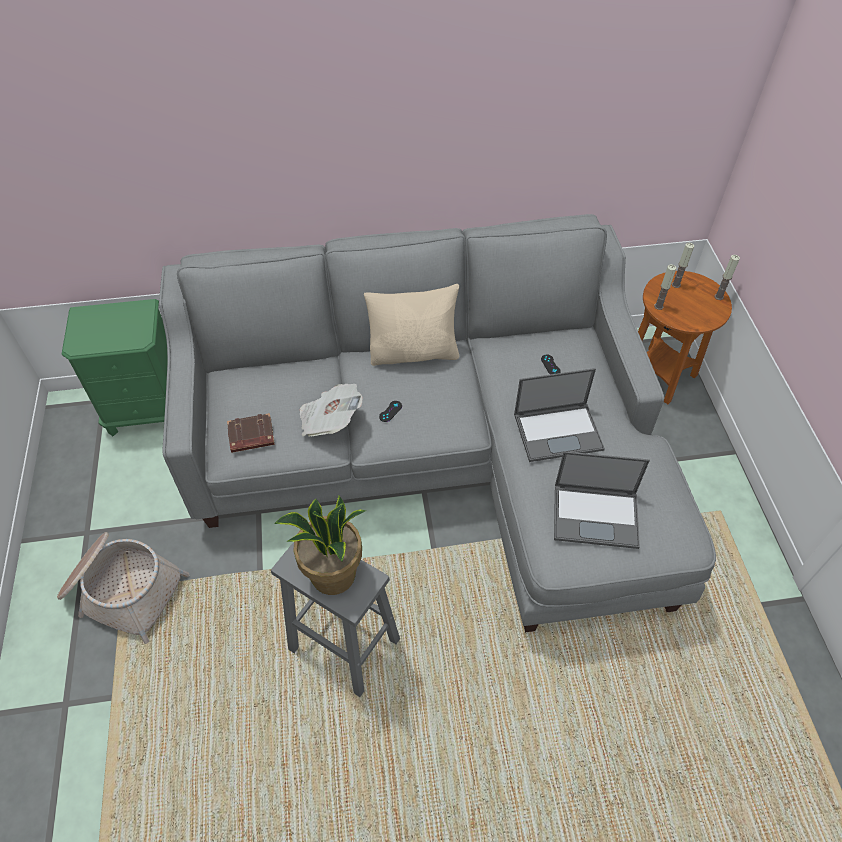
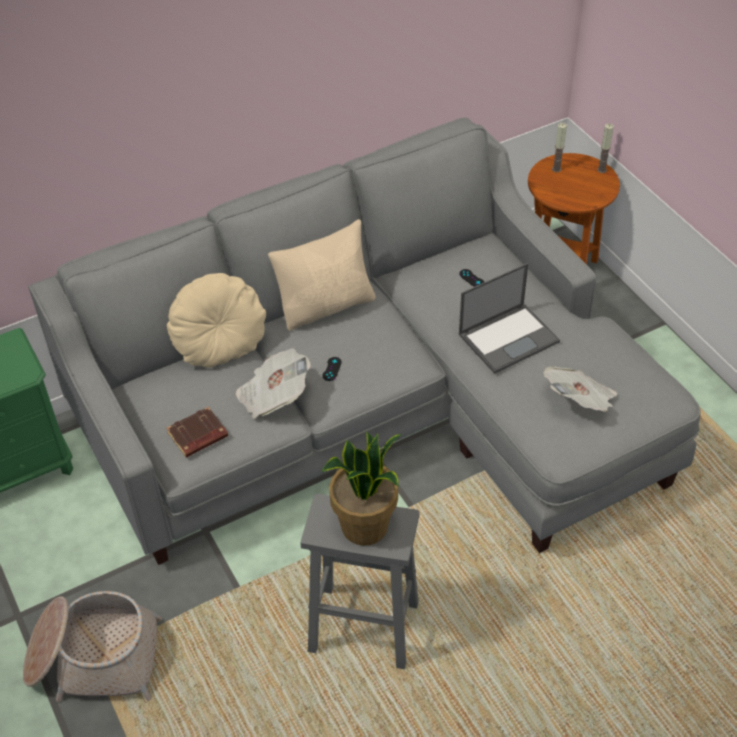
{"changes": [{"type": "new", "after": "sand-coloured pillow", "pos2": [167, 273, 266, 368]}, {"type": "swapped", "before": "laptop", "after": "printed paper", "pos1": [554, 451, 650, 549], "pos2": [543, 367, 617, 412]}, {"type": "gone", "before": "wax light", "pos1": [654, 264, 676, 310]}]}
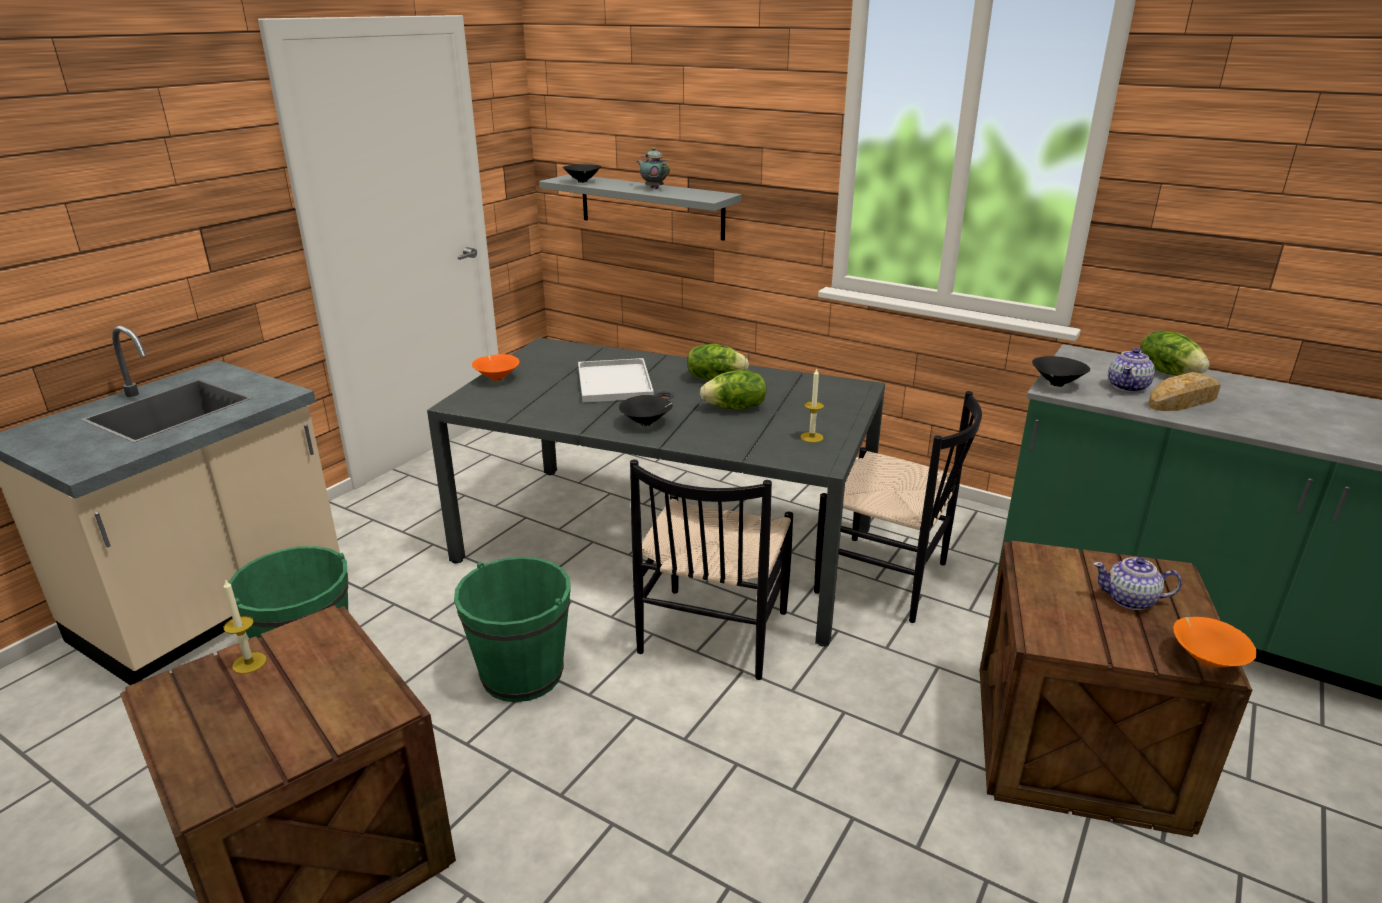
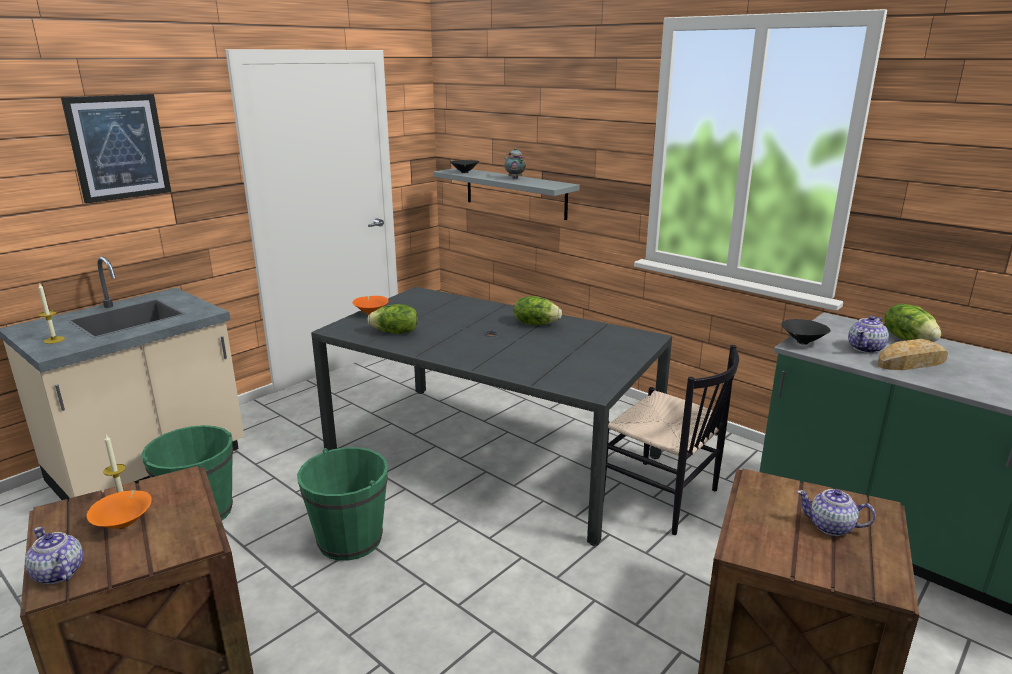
{"changes": [{"type": "new", "after": "teapot", "pos2": [25, 527, 84, 584]}, {"type": "shifted", "before": "wax light", "pos1": [800, 369, 824, 443], "pos2": [38, 283, 65, 344]}, {"type": "new", "after": "wall picture", "pos2": [61, 94, 171, 203]}, {"type": "shifted", "before": "orangey deep dish", "pos1": [1173, 617, 1257, 667], "pos2": [87, 490, 152, 529]}, {"type": "shifted", "before": "head of lettuce", "pos1": [700, 370, 766, 410], "pos2": [367, 304, 418, 334]}, {"type": "gone", "before": "whitish carrying tray", "pos1": [578, 358, 654, 403]}, {"type": "gone", "before": "blackish deep dish", "pos1": [619, 395, 673, 426]}, {"type": "gone", "before": "blackish plain chair", "pos1": [630, 459, 793, 680]}]}
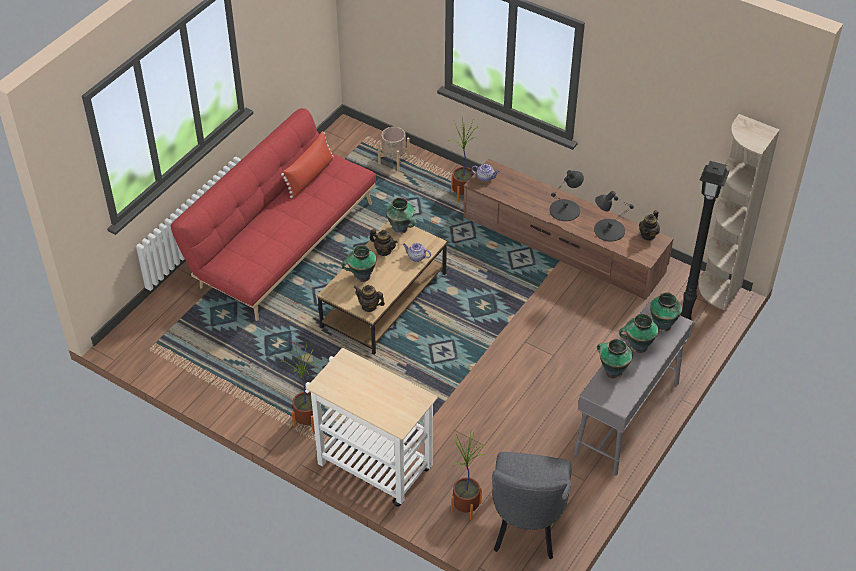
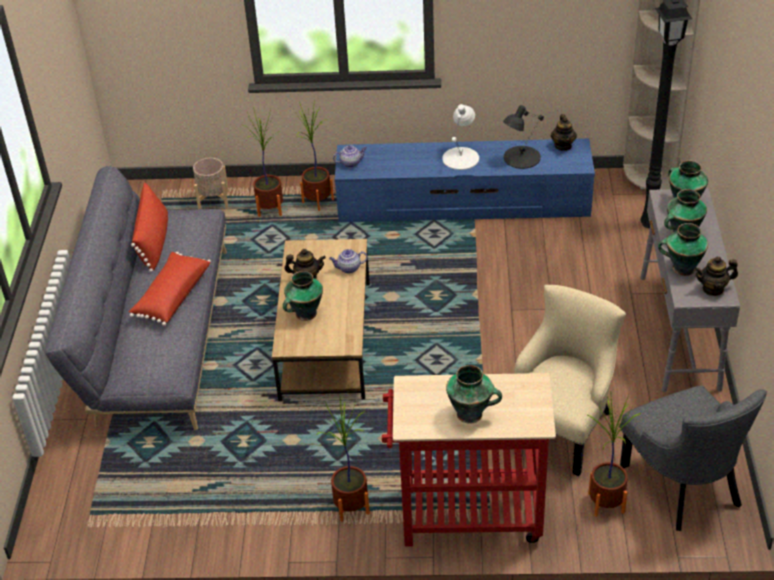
{"changes": [{"type": "repainted", "before": "red-coloured settee", "after": "greyish settee", "pos1": [171, 108, 376, 321], "pos2": [45, 166, 227, 430]}, {"type": "new", "after": "red-coloured pillow", "pos2": [128, 252, 211, 326]}, {"type": "new", "after": "plant in a pot", "pos2": [240, 107, 283, 217]}, {"type": "repainted", "before": "brown media console", "after": "blue media console", "pos1": [463, 159, 674, 300], "pos2": [335, 139, 595, 222]}, {"type": "repainted", "before": "whitish trolley", "after": "red-coloured trolley", "pos1": [305, 348, 438, 507], "pos2": [382, 373, 556, 546]}, {"type": "repainted", "before": "blackish table lamp", "after": "whitish table lamp", "pos1": [549, 170, 584, 221], "pos2": [442, 104, 479, 170]}, {"type": "shifted", "before": "decorative vase", "pos1": [386, 198, 415, 234], "pos2": [446, 365, 502, 424]}, {"type": "new", "after": "sand-coloured armchair", "pos2": [514, 285, 626, 476]}, {"type": "shifted", "before": "teapot", "pos1": [354, 285, 385, 312], "pos2": [694, 257, 738, 296]}]}
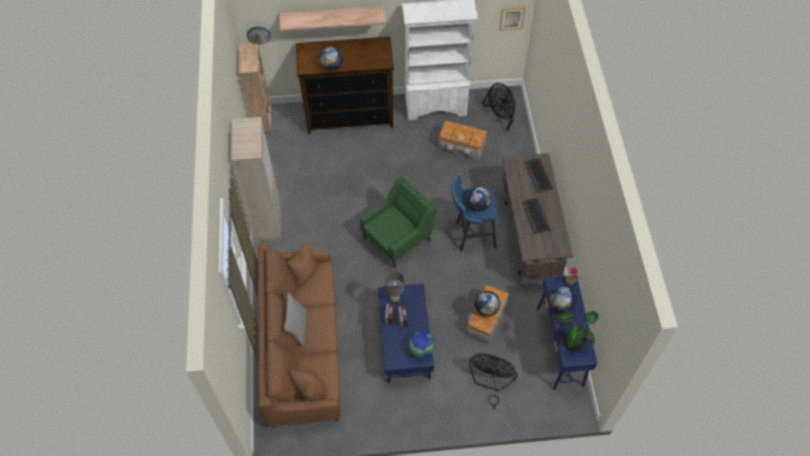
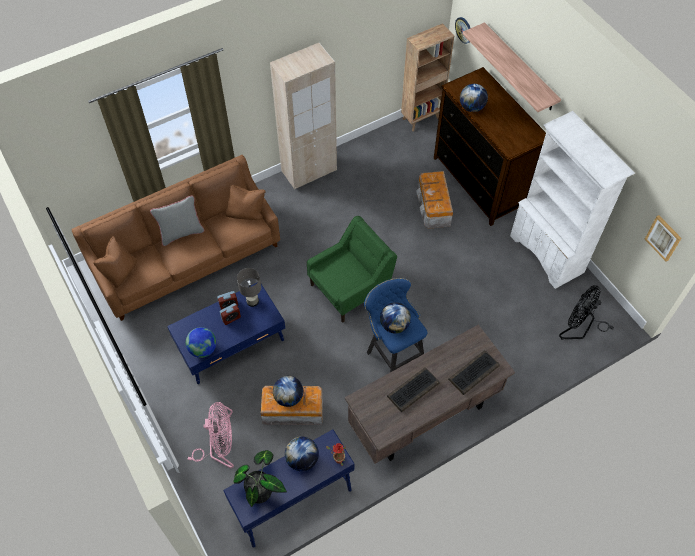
{"changes": [{"type": "repainted", "before": "blackish fan", "after": "pinkish fan", "pos1": [469, 353, 518, 409], "pos2": [188, 402, 234, 468]}, {"type": "rotated", "before": "green-coloured armchair", "pos1": [360, 177, 437, 268], "pos2": [307, 216, 397, 323], "turn": -60}, {"type": "shifted", "before": "storage box", "pos1": [439, 121, 487, 160], "pos2": [416, 171, 453, 229]}]}
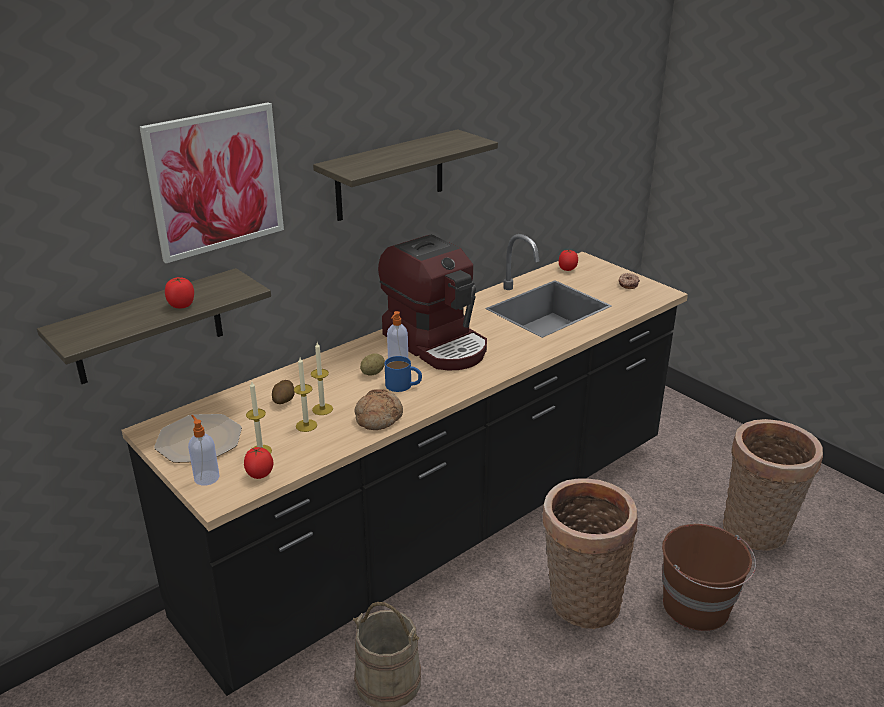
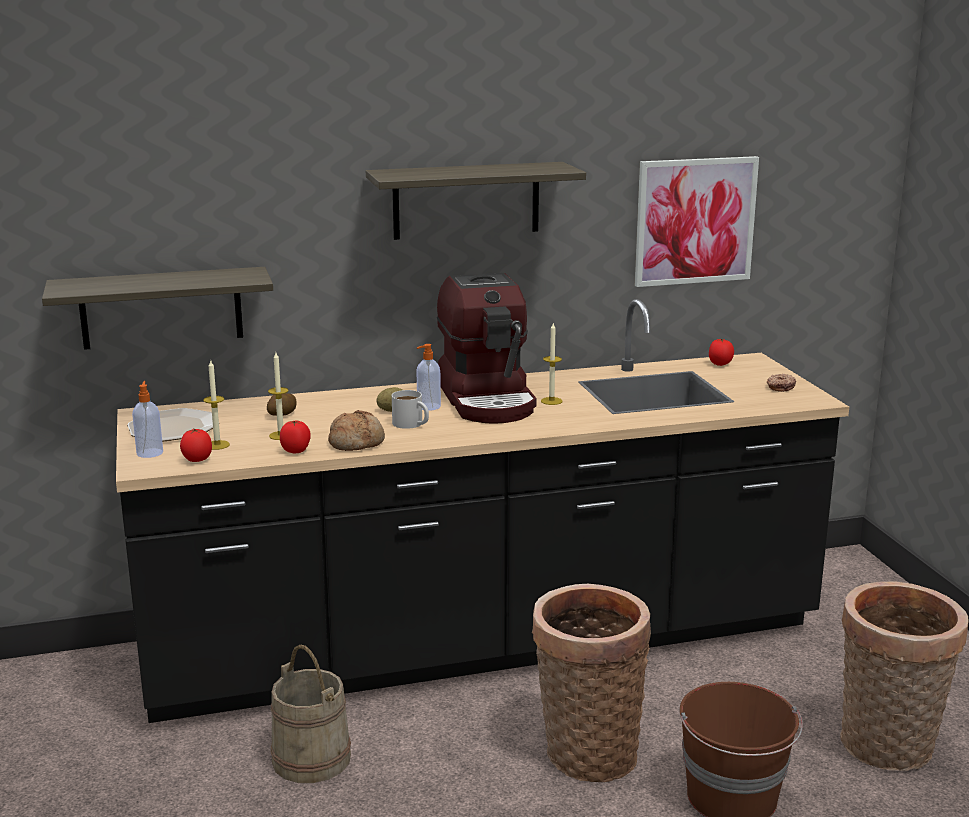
{"changes": [{"type": "shifted", "before": "tomato", "pos1": [165, 277, 194, 308], "pos2": [280, 421, 311, 453]}, {"type": "repainted", "before": "blue coffee mug", "after": "whitish coffee mug", "pos1": [385, 356, 422, 392], "pos2": [392, 390, 429, 429]}, {"type": "shifted", "before": "wax light", "pos1": [311, 342, 333, 415], "pos2": [541, 323, 562, 405]}, {"type": "shifted", "before": "wall picture", "pos1": [140, 102, 284, 263], "pos2": [635, 156, 759, 287]}]}
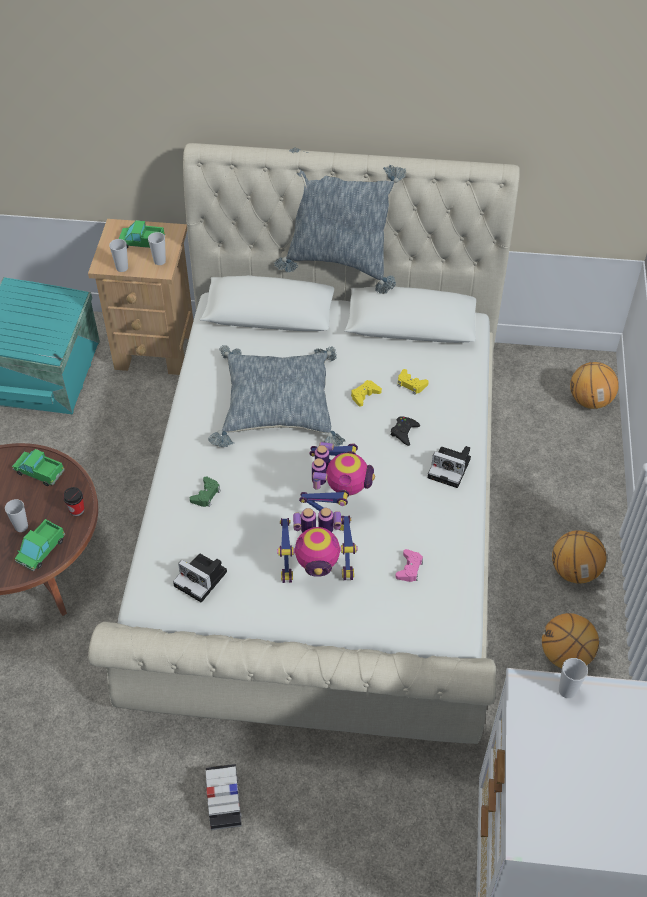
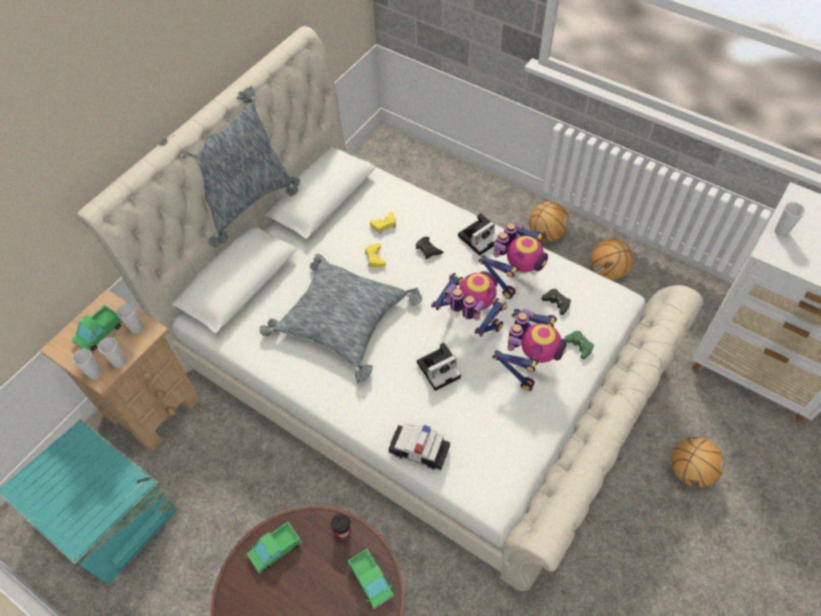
{"changes": [{"type": "shifted", "before": "drinking cup", "pos1": [5, 499, 28, 532], "pos2": [72, 349, 101, 379]}, {"type": "shifted", "before": "toy car", "pos1": [206, 764, 242, 830], "pos2": [388, 423, 450, 471]}, {"type": "shifted", "before": "still camera", "pos1": [173, 553, 227, 602], "pos2": [417, 343, 461, 391]}, {"type": "new", "after": "robot figure", "pos2": [479, 221, 548, 299]}, {"type": "repainted", "before": "pinkish joypad", "after": "blackish joypad", "pos1": [395, 549, 423, 582], "pos2": [542, 289, 571, 315]}, {"type": "shifted", "before": "green-coloured joypad", "pos1": [190, 476, 221, 507], "pos2": [564, 331, 594, 359]}, {"type": "shifted", "before": "basketball ball", "pos1": [570, 362, 619, 409], "pos2": [671, 437, 724, 487]}]}
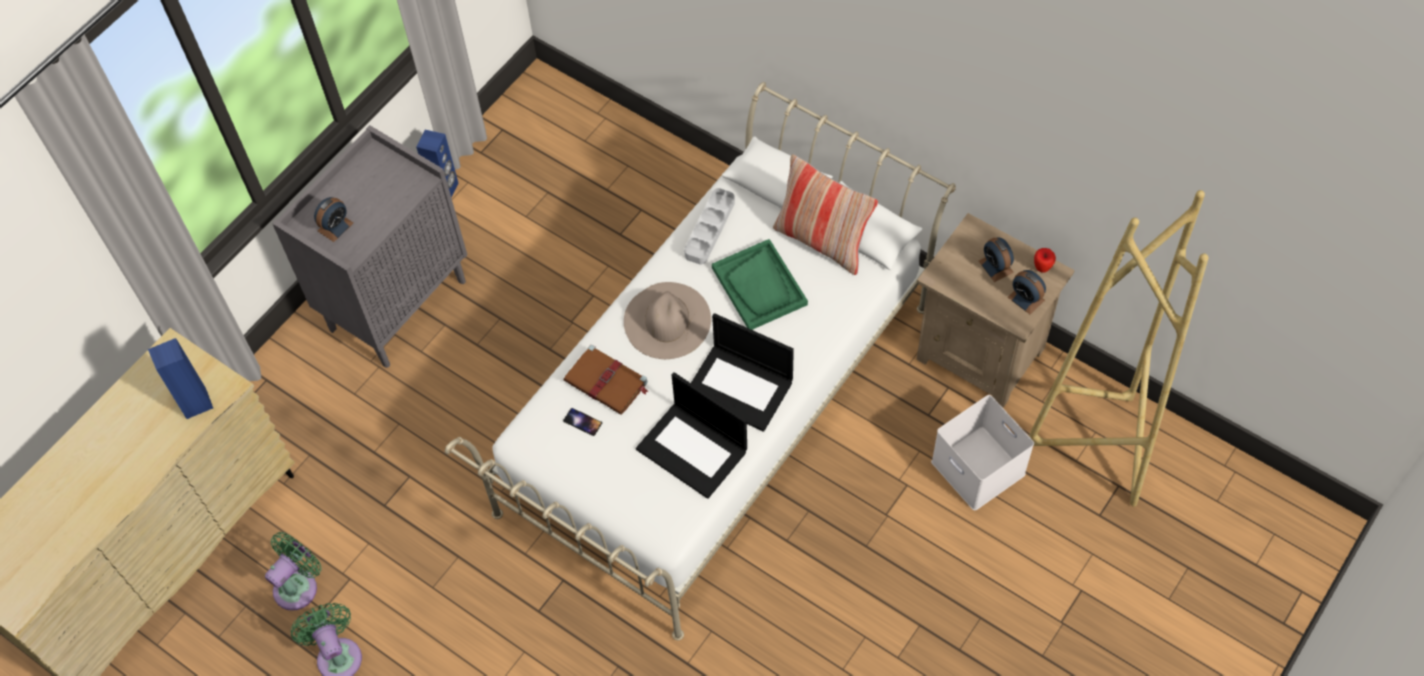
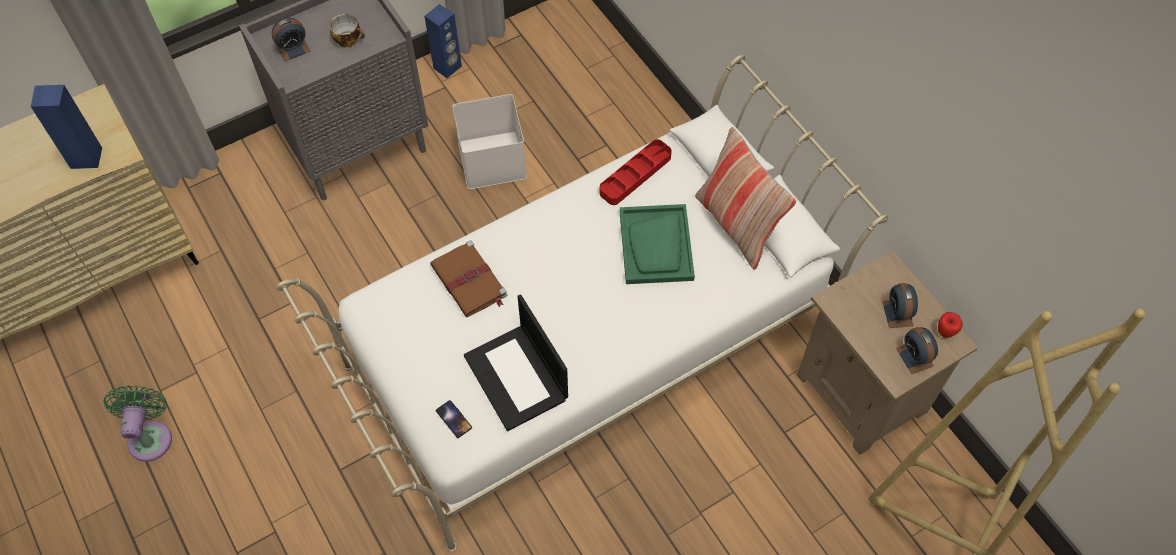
{"changes": [{"type": "new", "after": "drinking cup", "pos2": [330, 14, 365, 48]}, {"type": "shifted", "before": "phone", "pos1": [563, 408, 602, 436], "pos2": [436, 400, 472, 438]}, {"type": "shifted", "before": "whitish storage box", "pos1": [931, 395, 1034, 510], "pos2": [452, 94, 527, 189]}, {"type": "repainted", "before": "greyish carrying tray", "after": "red-coloured carrying tray", "pos1": [684, 188, 735, 265], "pos2": [600, 139, 672, 205]}, {"type": "gone", "before": "green-coloured fan", "pos1": [265, 532, 322, 611]}, {"type": "gone", "before": "sand-coloured hat", "pos1": [624, 282, 711, 359]}, {"type": "gone", "before": "laptop", "pos1": [691, 313, 794, 432]}]}
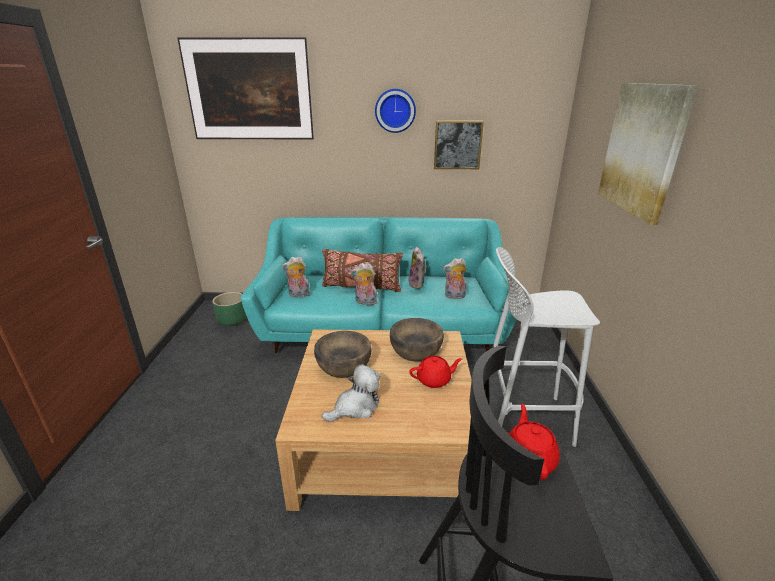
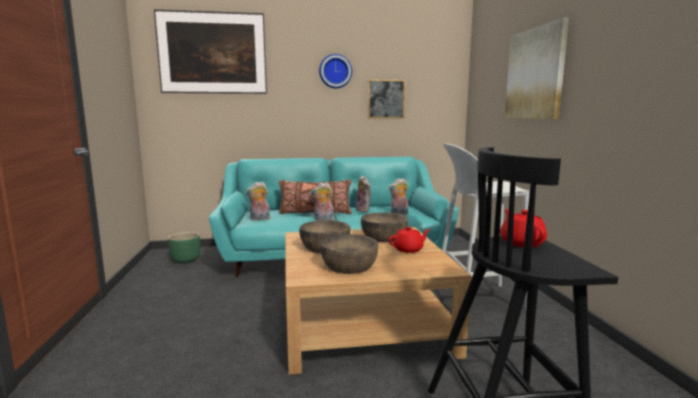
{"changes": [{"type": "swapped", "before": "plush toy", "after": "brown deep dish", "pos1": [322, 364, 380, 422], "pos2": [320, 234, 378, 274]}]}
